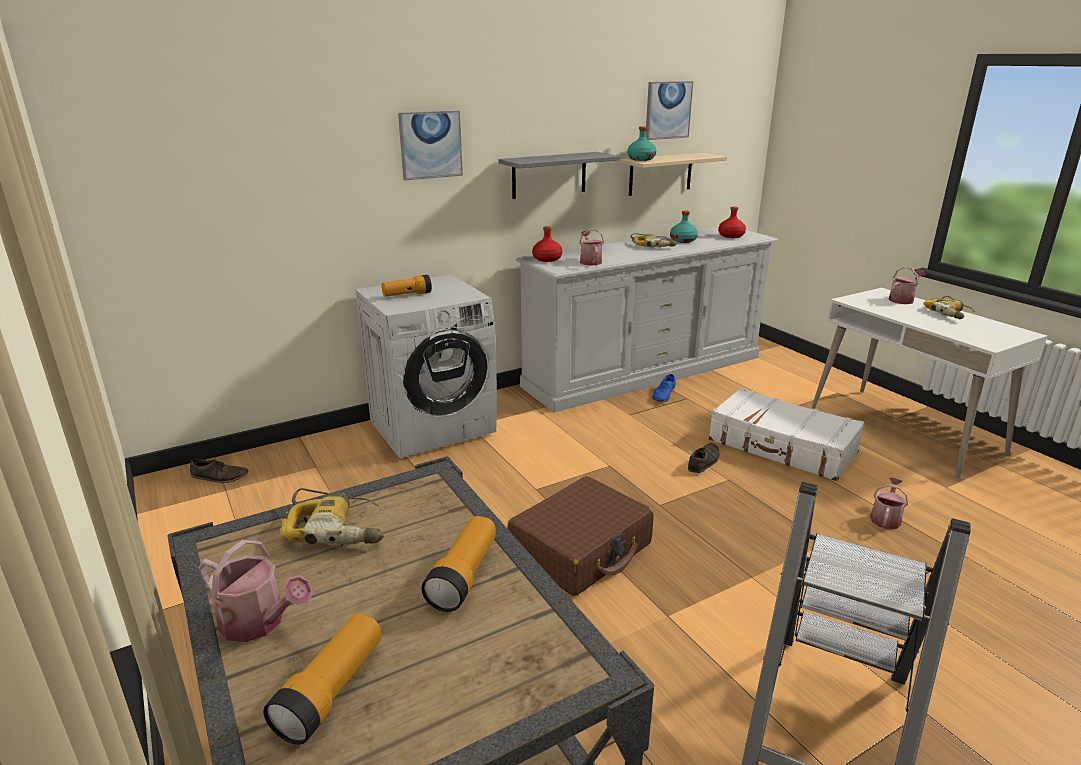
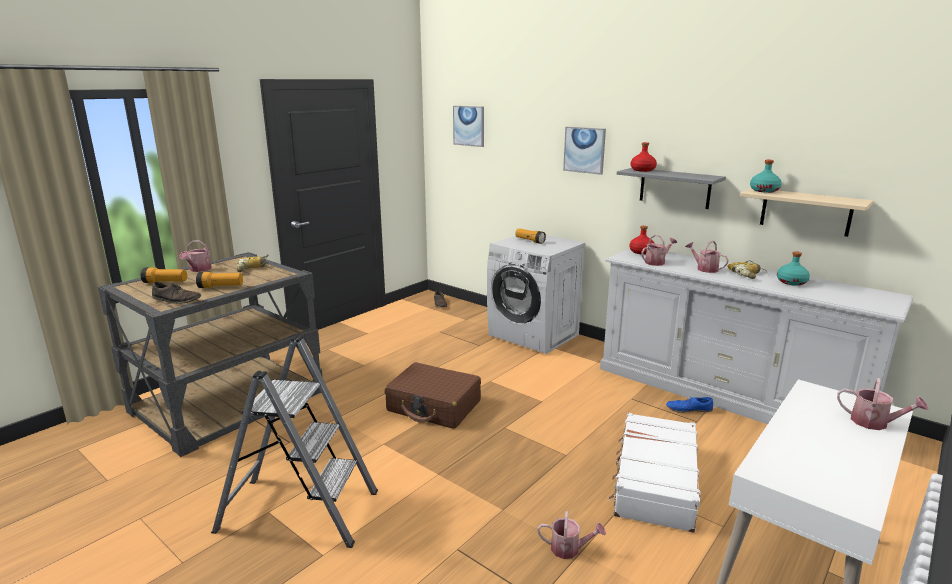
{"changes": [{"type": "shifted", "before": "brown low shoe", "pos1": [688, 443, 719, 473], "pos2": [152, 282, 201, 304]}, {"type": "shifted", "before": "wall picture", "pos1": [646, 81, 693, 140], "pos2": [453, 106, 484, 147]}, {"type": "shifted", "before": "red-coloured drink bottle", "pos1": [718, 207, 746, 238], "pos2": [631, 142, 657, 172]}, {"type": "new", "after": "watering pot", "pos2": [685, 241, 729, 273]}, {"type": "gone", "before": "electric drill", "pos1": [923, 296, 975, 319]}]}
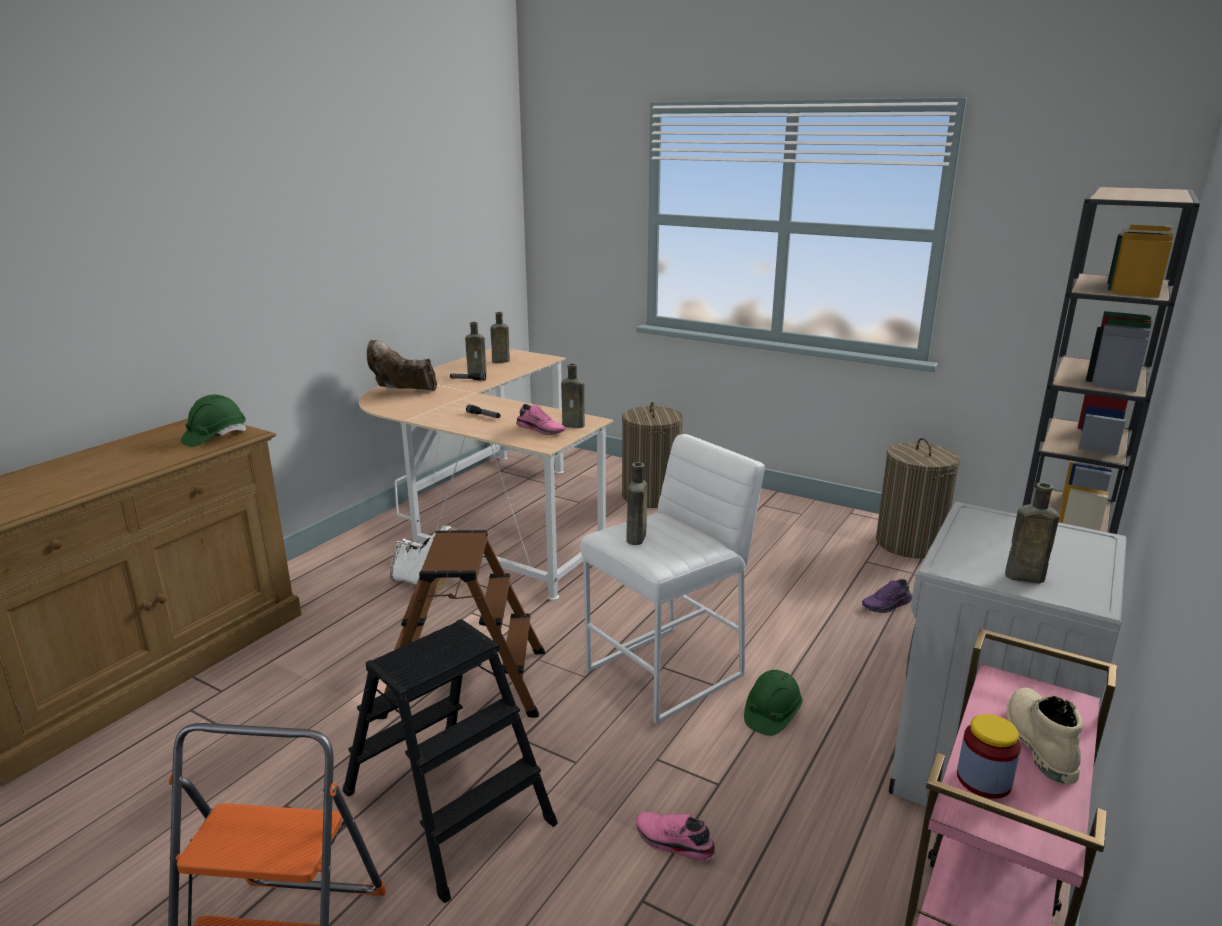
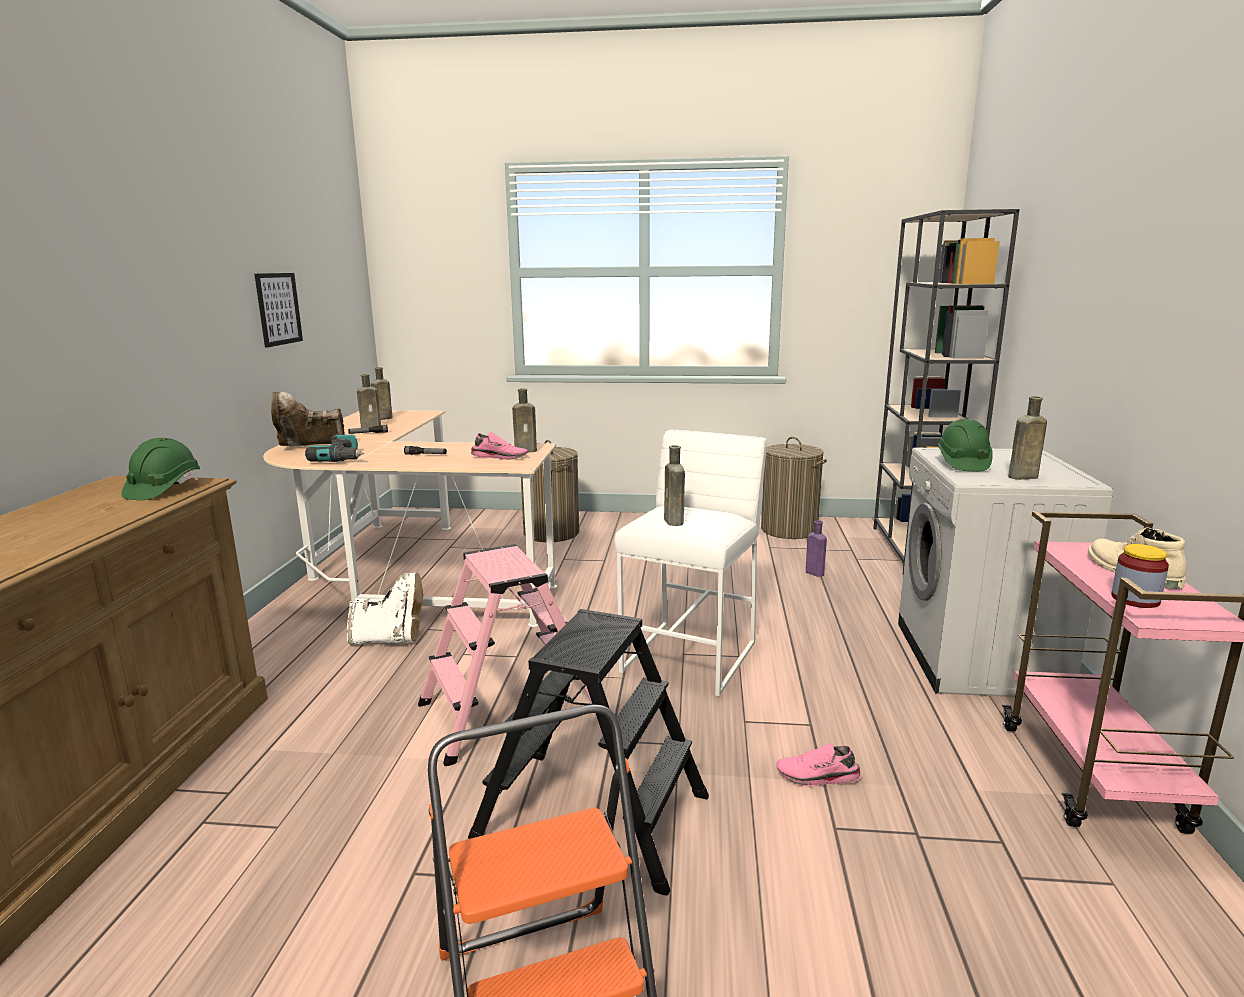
{"changes": [{"type": "new", "after": "wall picture", "pos2": [254, 273, 303, 348]}, {"type": "new", "after": "electric drill", "pos2": [305, 434, 364, 462]}, {"type": "repainted", "before": "brown step stool", "after": "pinkish step stool", "pos1": [377, 530, 545, 719], "pos2": [418, 544, 592, 766]}, {"type": "swapped", "before": "purplish low shoe", "after": "purplish drink bottle", "pos1": [862, 579, 912, 613], "pos2": [806, 520, 827, 577]}, {"type": "shifted", "before": "green-coloured hard hat", "pos1": [744, 670, 803, 736], "pos2": [937, 419, 993, 471]}]}
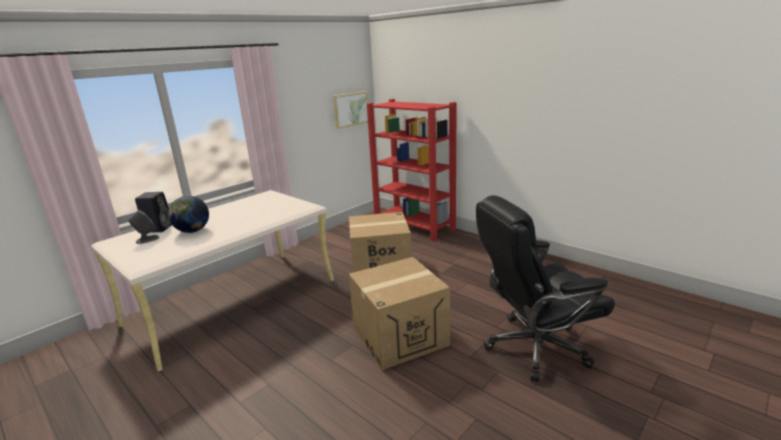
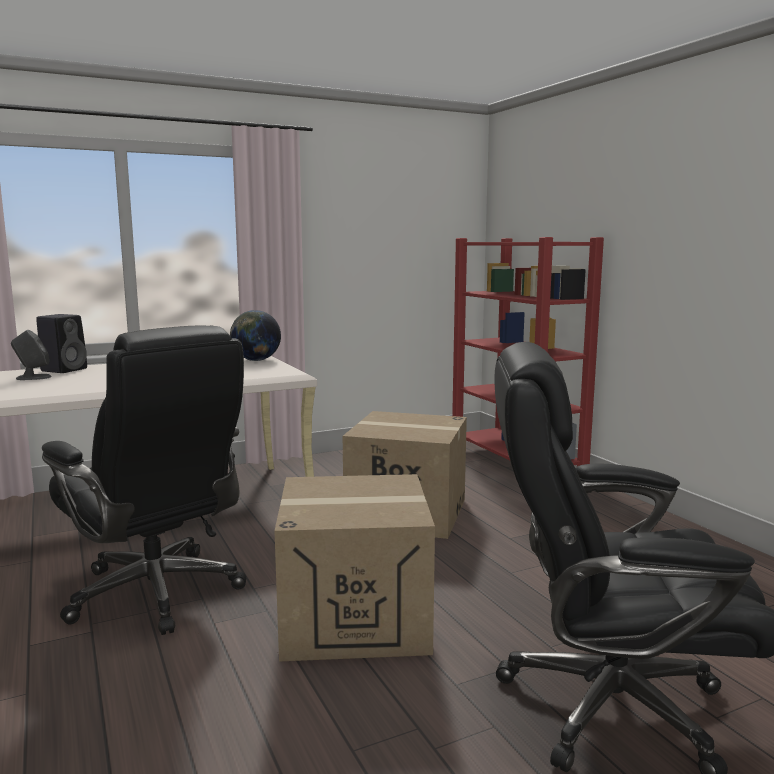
{"changes": [{"type": "new", "after": "blackish desk chair", "pos2": [42, 325, 246, 635]}, {"type": "shifted", "before": "world globe", "pos1": [168, 196, 209, 233], "pos2": [230, 310, 281, 361]}, {"type": "gone", "before": "wall picture", "pos1": [333, 91, 368, 129]}]}
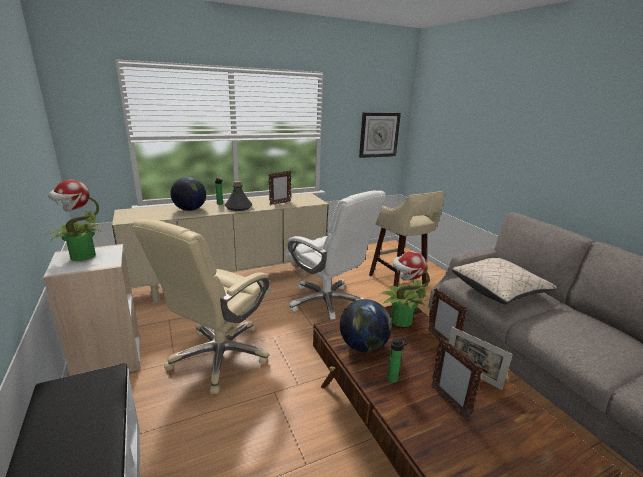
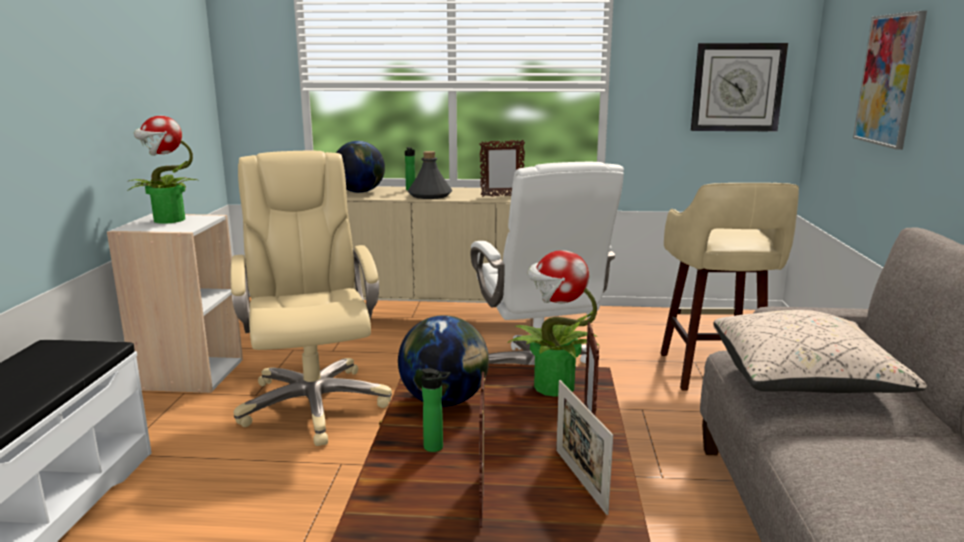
{"changes": [{"type": "rotated", "before": "sand-coloured desk chair", "pos1": [132, 219, 272, 394], "pos2": [230, 151, 392, 446], "turn": 105}, {"type": "new", "after": "wall picture", "pos2": [853, 11, 927, 150]}]}
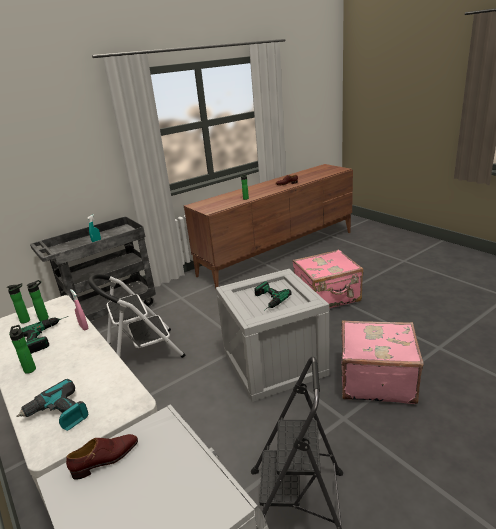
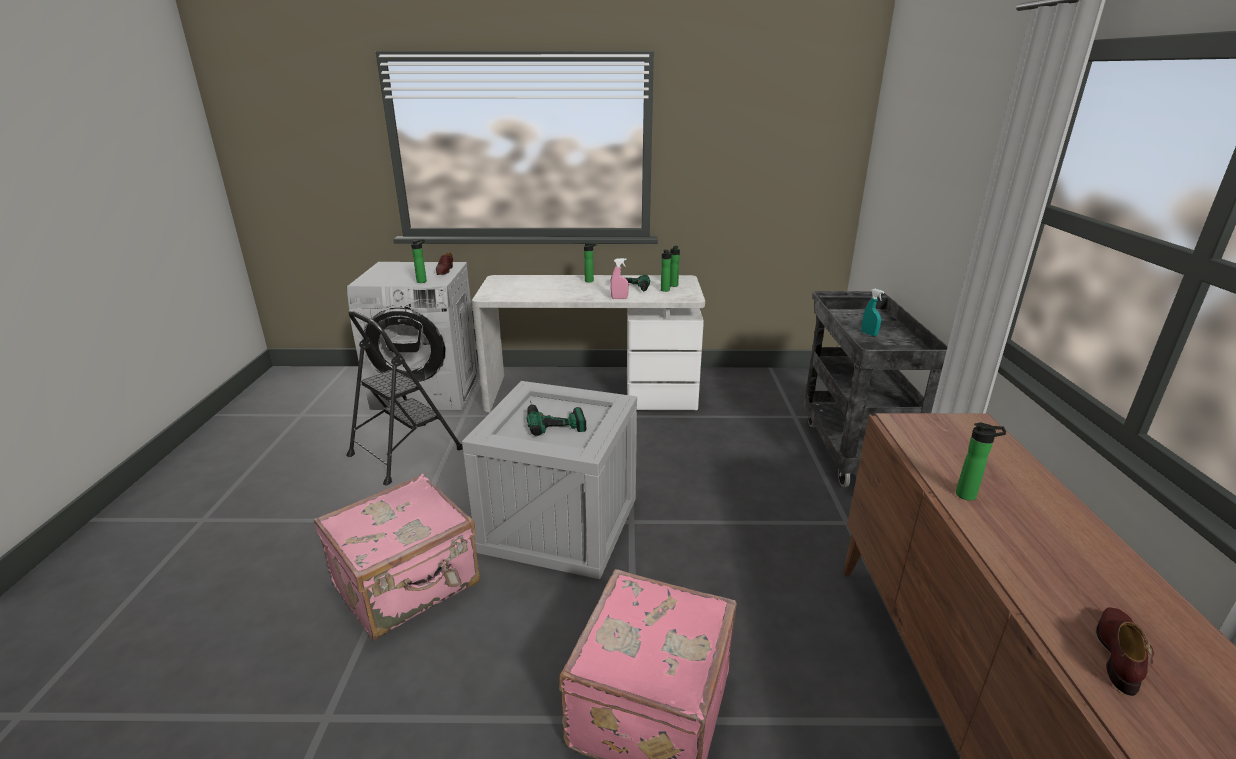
{"changes": [{"type": "new", "after": "drink bottle", "pos2": [411, 239, 427, 283]}, {"type": "gone", "before": "electric drill", "pos1": [17, 379, 88, 431]}, {"type": "gone", "before": "step stool", "pos1": [88, 274, 185, 358]}]}
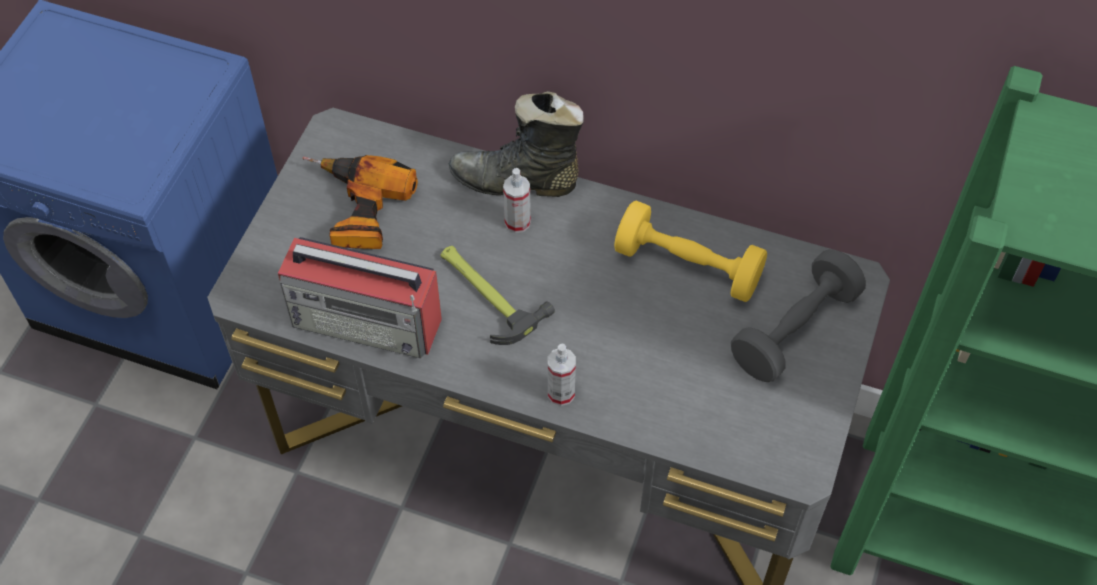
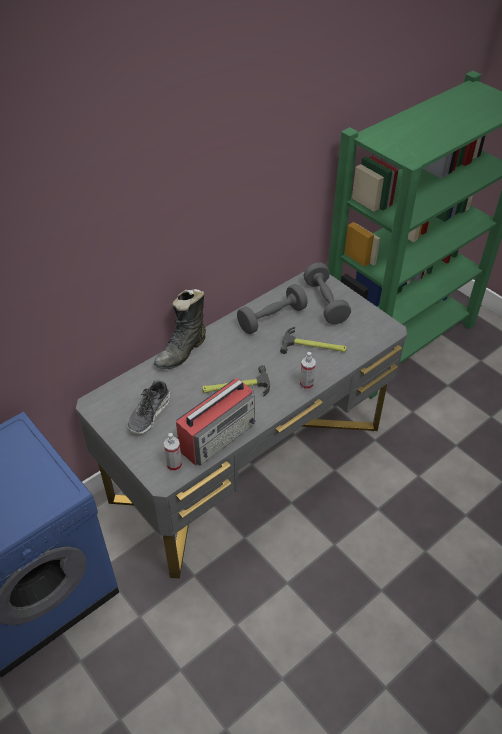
{"changes": [{"type": "swapped", "before": "electric drill", "after": "low shoe", "pos1": [302, 155, 418, 249], "pos2": [127, 380, 170, 434]}, {"type": "shifted", "before": "hand sprayer", "pos1": [503, 168, 531, 233], "pos2": [164, 433, 182, 471]}, {"type": "repainted", "before": "yellowish free weight", "after": "greyish free weight", "pos1": [614, 200, 767, 302], "pos2": [237, 284, 308, 334]}, {"type": "new", "after": "hammer", "pos2": [280, 327, 347, 354]}]}
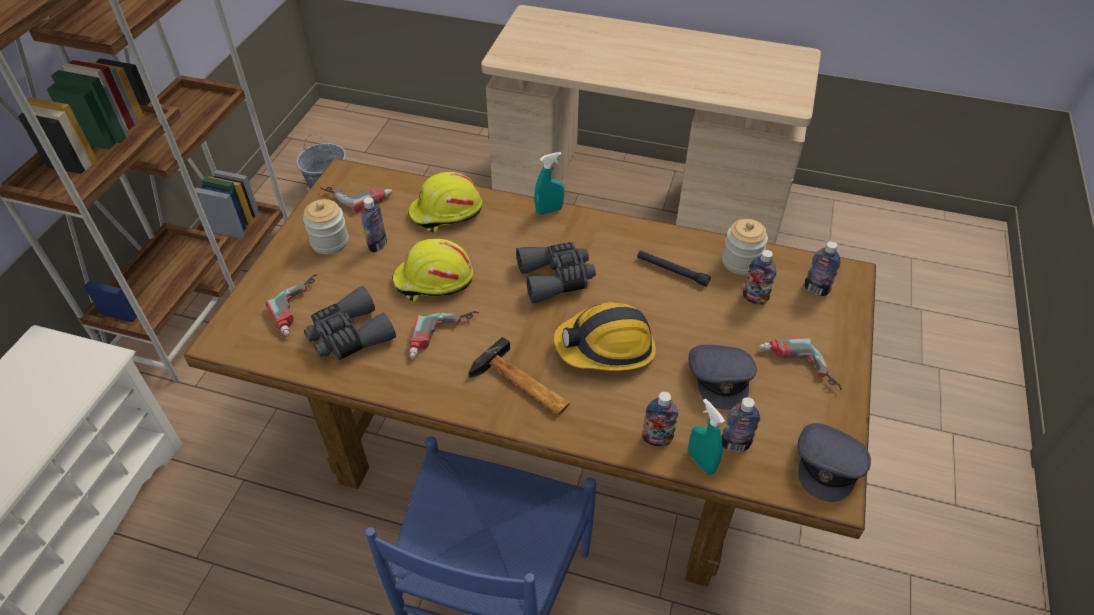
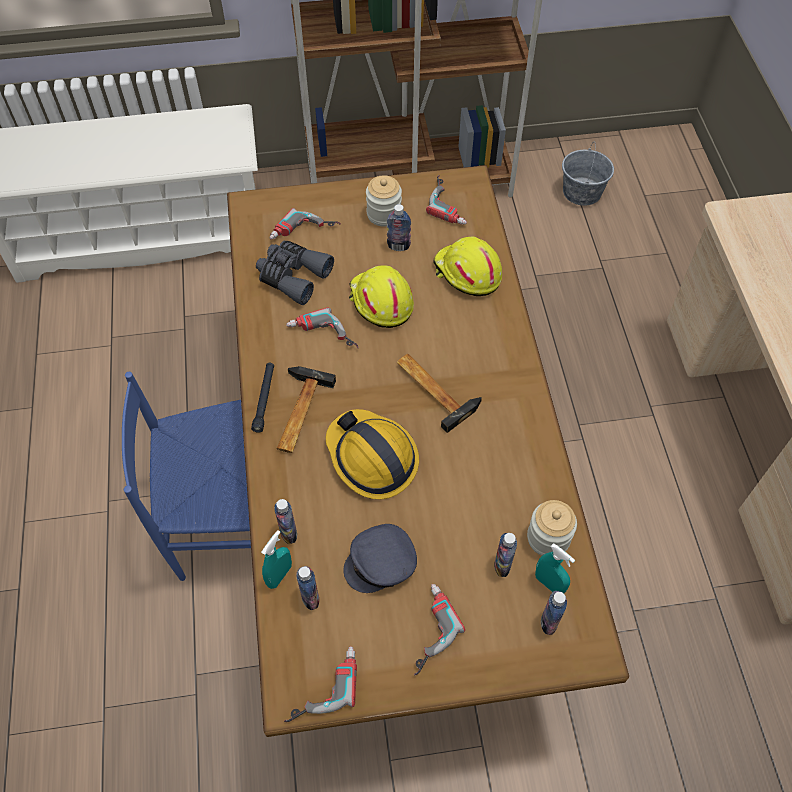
{"changes": [{"type": "shifted", "before": "blackish hand torch", "pos1": [637, 251, 711, 287], "pos2": [251, 363, 274, 433]}, {"type": "swapped", "before": "greyish baseball cap", "after": "electric drill", "pos1": [798, 423, 871, 502], "pos2": [284, 646, 357, 722]}, {"type": "swapped", "before": "greyish binoculars", "after": "hammer", "pos1": [516, 242, 596, 303], "pos2": [396, 354, 482, 433]}, {"type": "shifted", "before": "turquoise hand sprayer", "pos1": [534, 152, 564, 215], "pos2": [535, 543, 575, 593]}]}
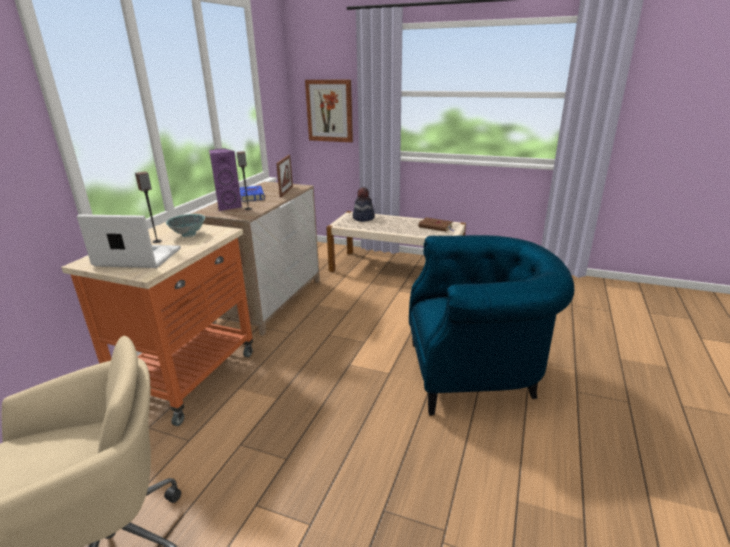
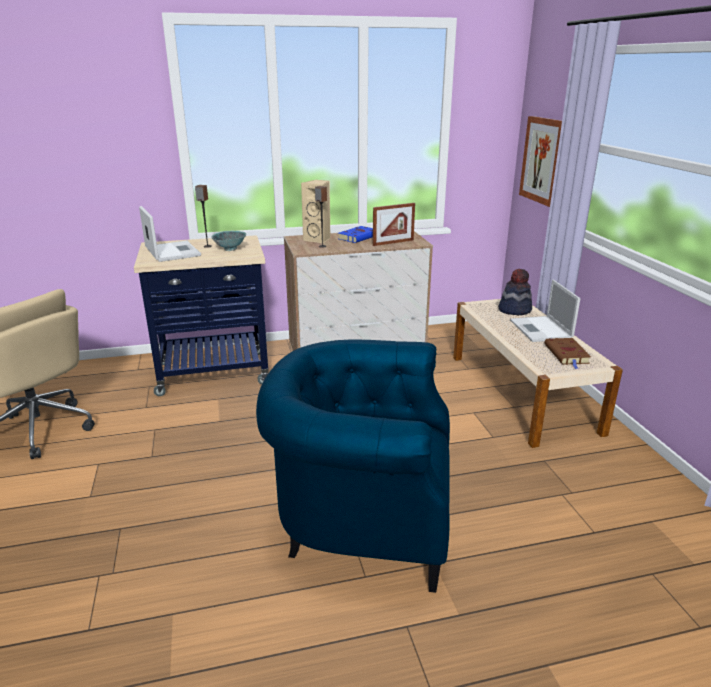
{"changes": [{"type": "repainted", "before": "orangey trolley", "after": "blue trolley", "pos1": [61, 222, 253, 426], "pos2": [134, 235, 269, 396]}, {"type": "rotated", "before": "blue armchair", "pos1": [409, 235, 574, 415], "pos2": [256, 340, 450, 593], "turn": 135}, {"type": "repainted", "before": "purplish speaker", "after": "sand-coloured speaker", "pos1": [209, 148, 242, 211], "pos2": [301, 180, 331, 243]}, {"type": "new", "after": "laptop", "pos2": [510, 280, 580, 342]}]}
